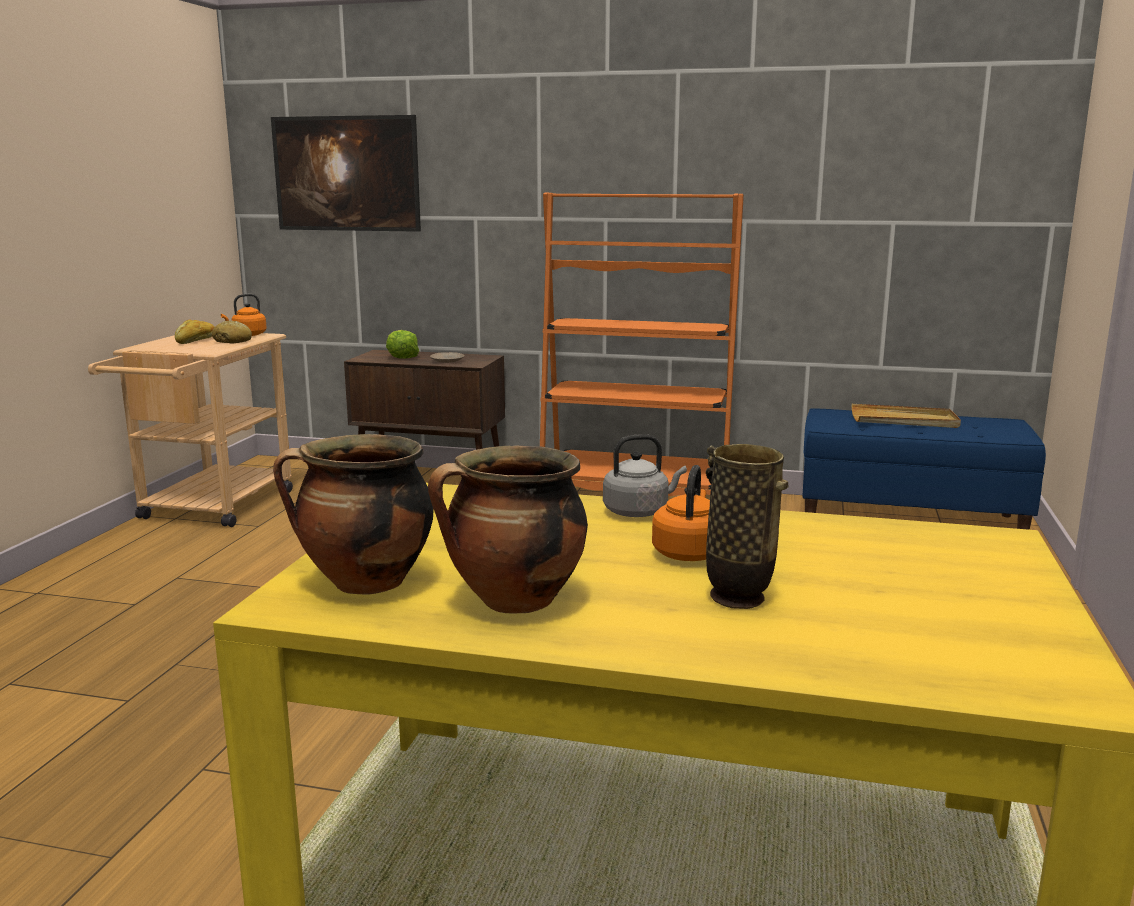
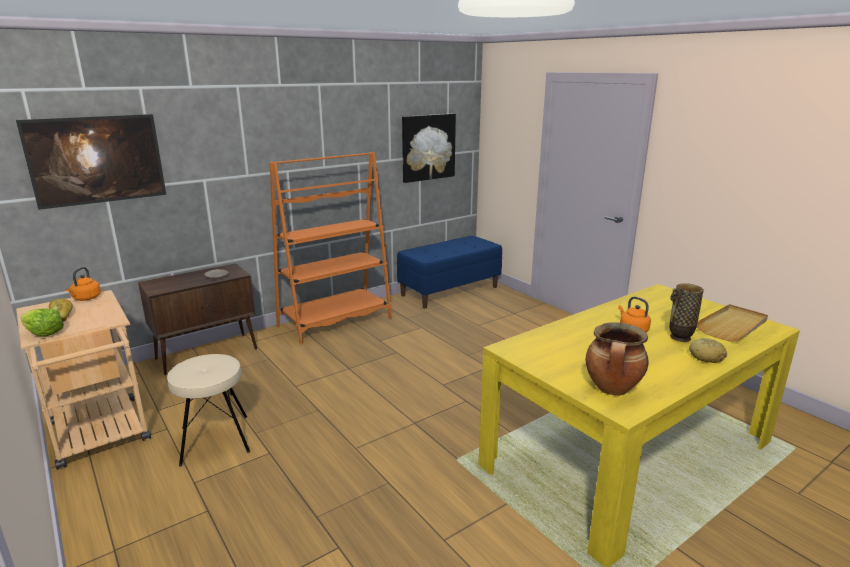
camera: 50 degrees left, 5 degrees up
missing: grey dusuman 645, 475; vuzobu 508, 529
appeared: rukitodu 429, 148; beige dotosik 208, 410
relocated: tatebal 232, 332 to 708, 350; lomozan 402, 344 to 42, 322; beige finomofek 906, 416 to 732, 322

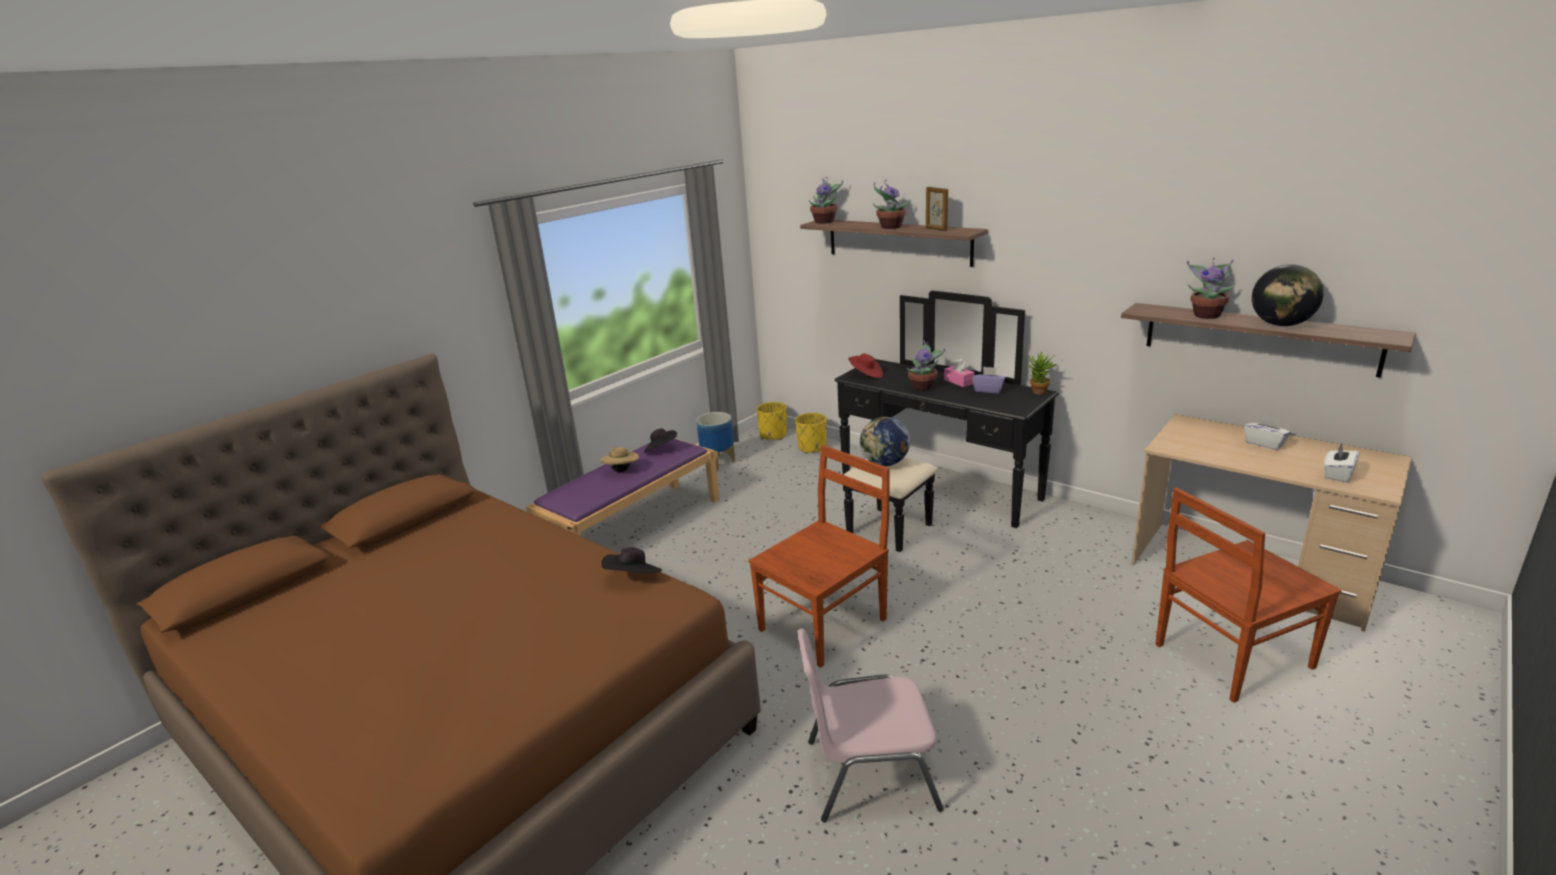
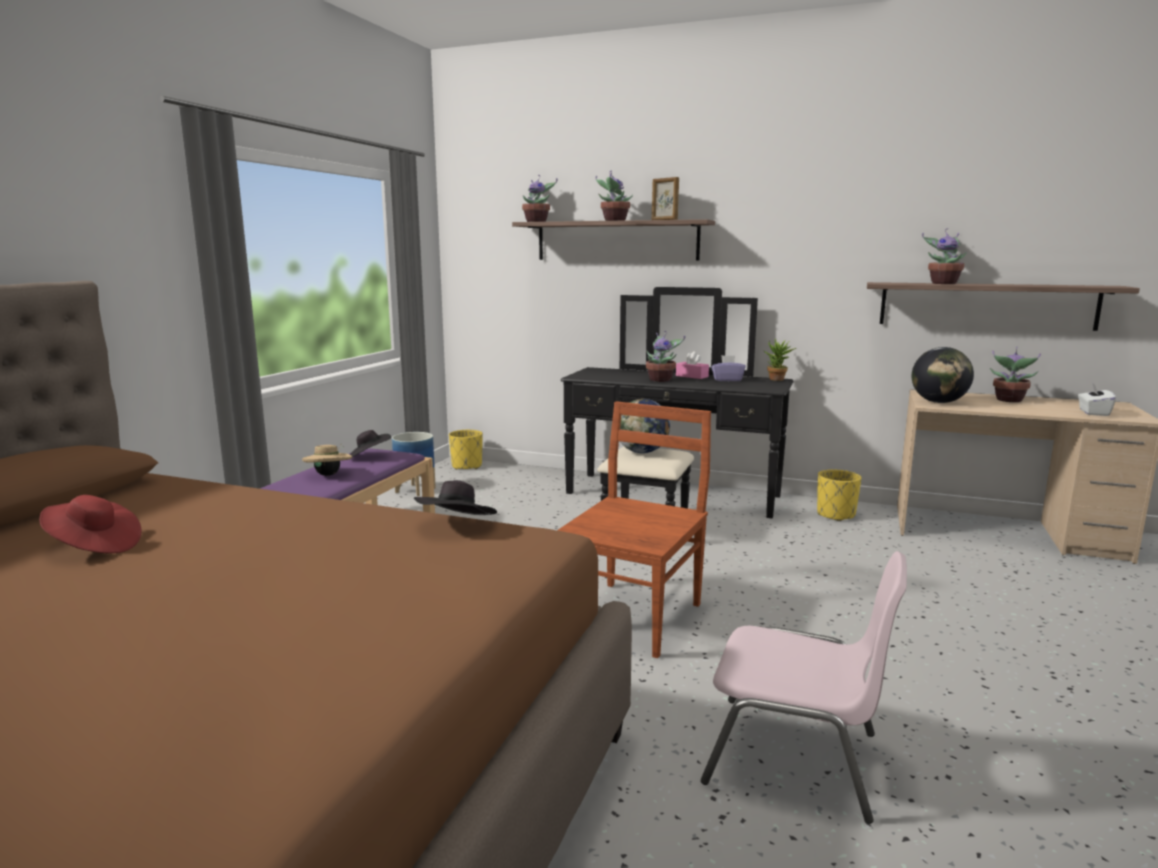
camera: 20 degrees left, 10 degrees down
missing: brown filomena 1248, 595
relocated: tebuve 1288, 295 to 943, 375; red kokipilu 865, 365 to 91, 524; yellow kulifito 811, 433 to 839, 495
exchanged: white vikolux 1267, 432 to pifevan 1015, 374
spun: pink filomena 870, 725 = 804, 687 135 degrees counterclockwise

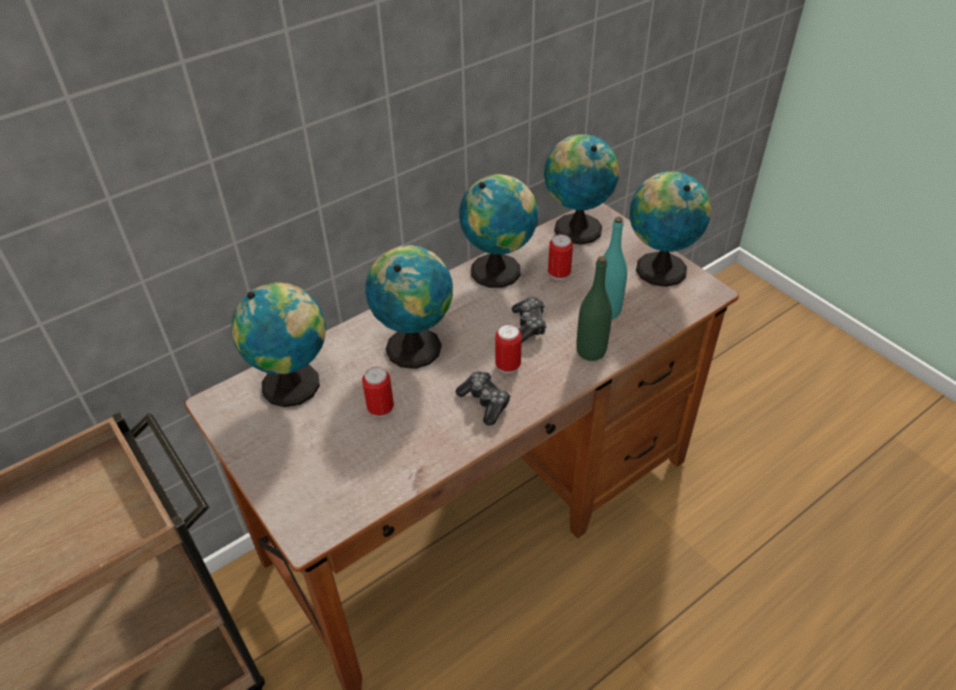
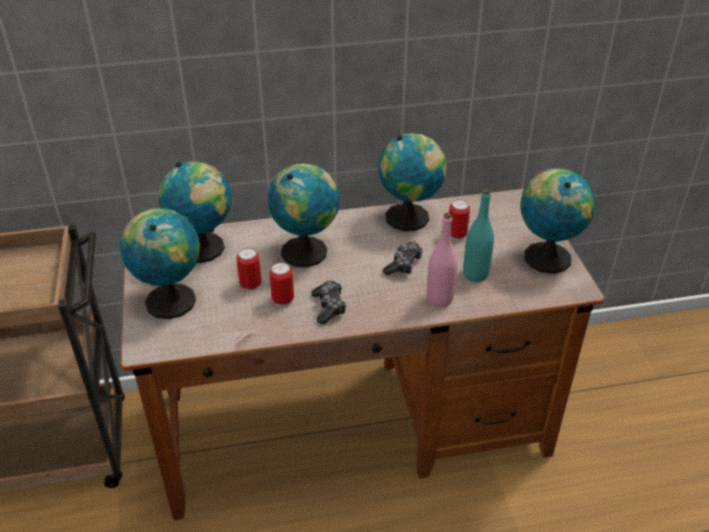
camera: 25 degrees right, 5 degrees down
relocated: tebuve 581, 189 to 160, 263; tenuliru 508, 348 to 281, 284
colour: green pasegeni 594, 308 to pink pasegeni 442, 260

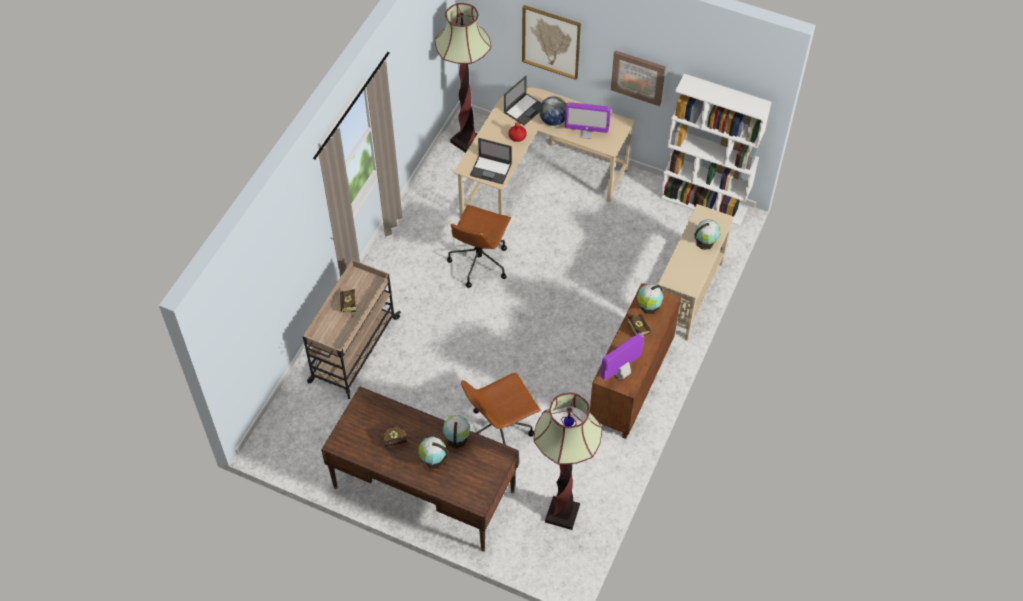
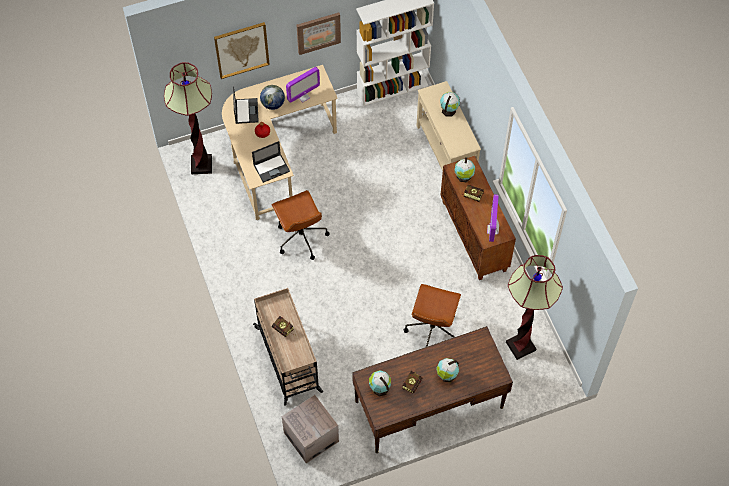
camera: 45 degrees left, 5 degrees up
appeared: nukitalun 310, 429
relocated: tebuve 456, 431 to 380, 383

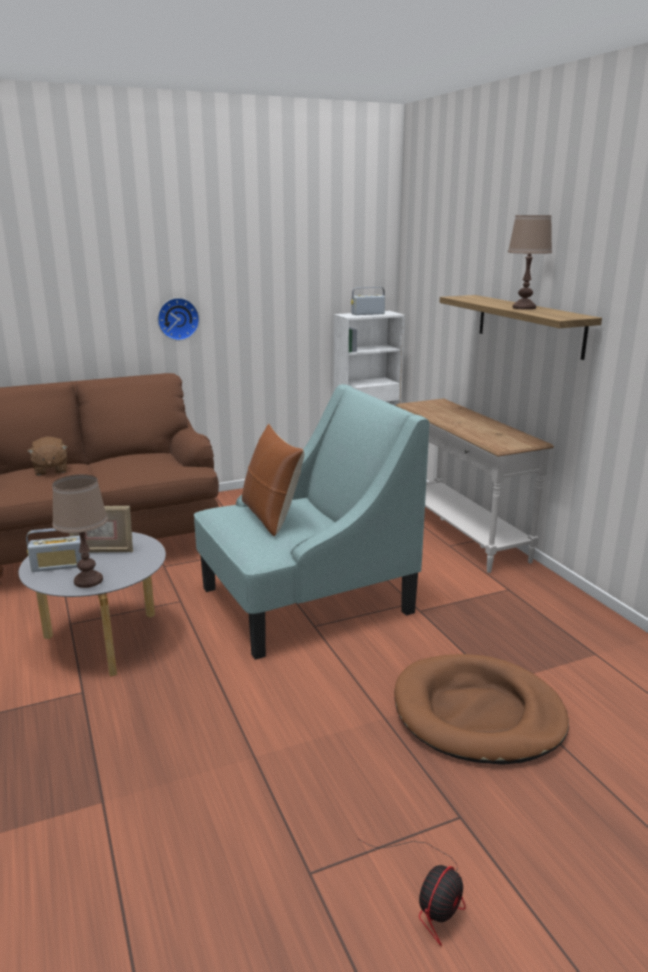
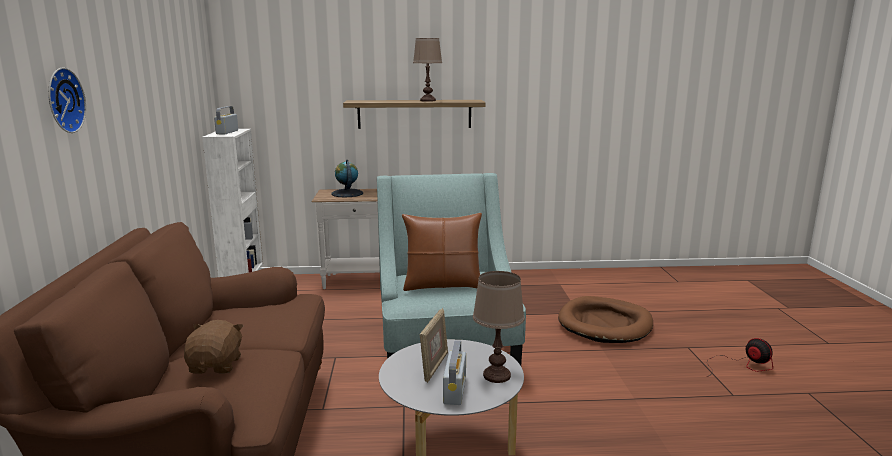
camera: 70 degrees left, 5 degrees down
appeared: tebuve 347, 178
relocated: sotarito 178, 319 to 67, 100
spun: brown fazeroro 47, 456 = 213, 347 90 degrees counterclockwise

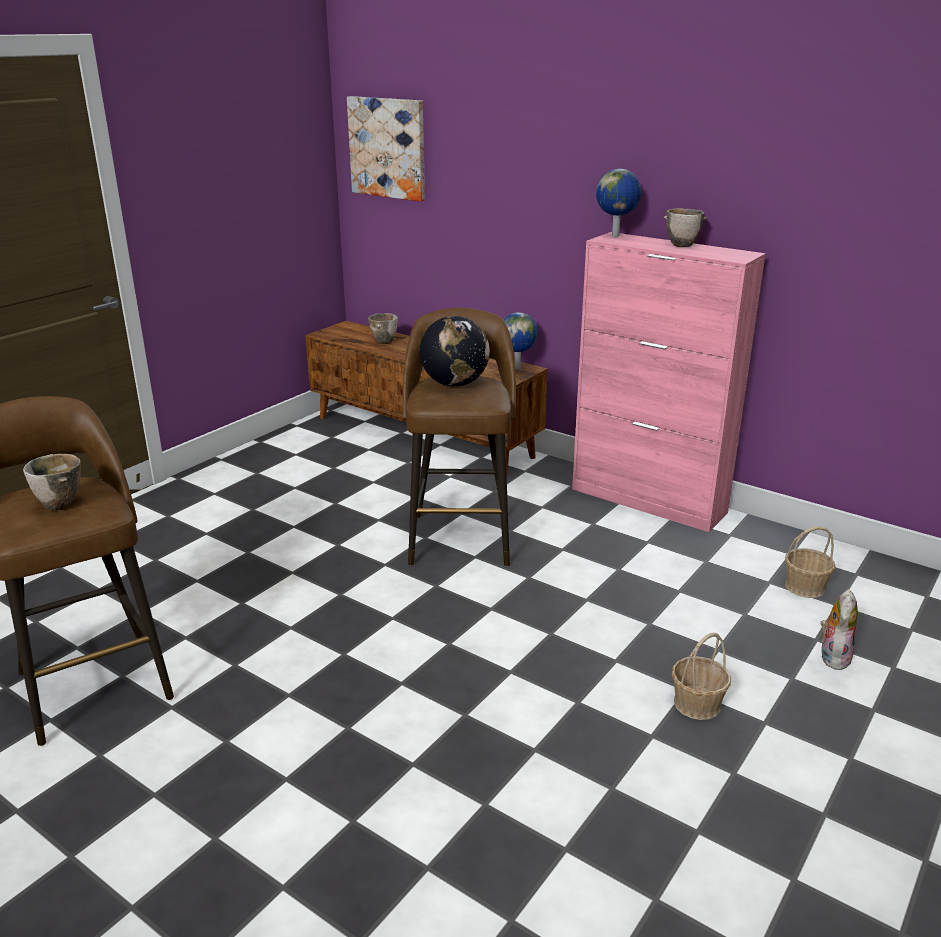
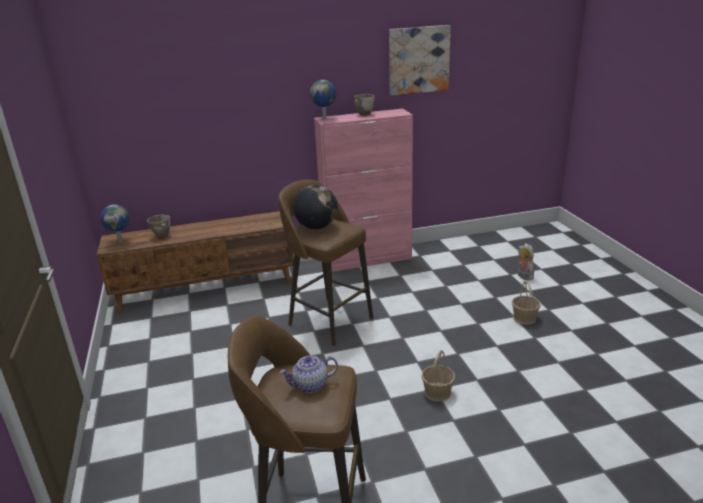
camera: 50 degrees left, 0 degrees up
relocated: rukitodu 386, 149 to 420, 60; tebuve 521, 340 to 115, 224; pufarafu 810, 562 to 438, 376
exchanged: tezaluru 52, 482 to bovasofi 309, 374

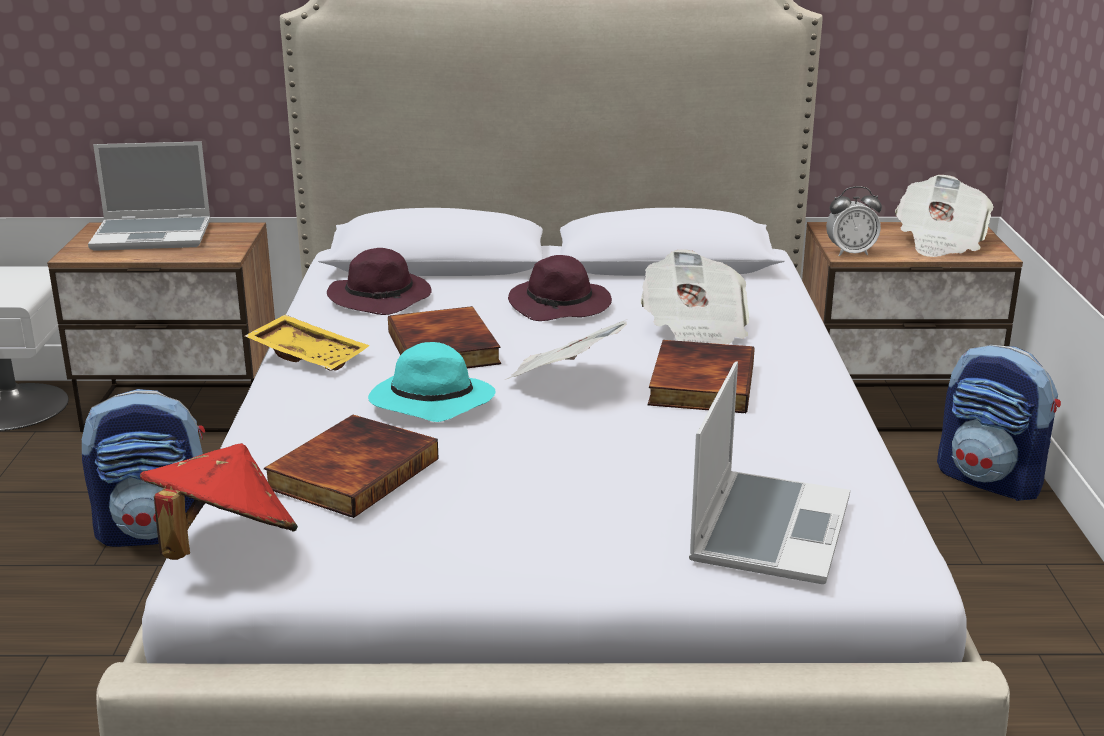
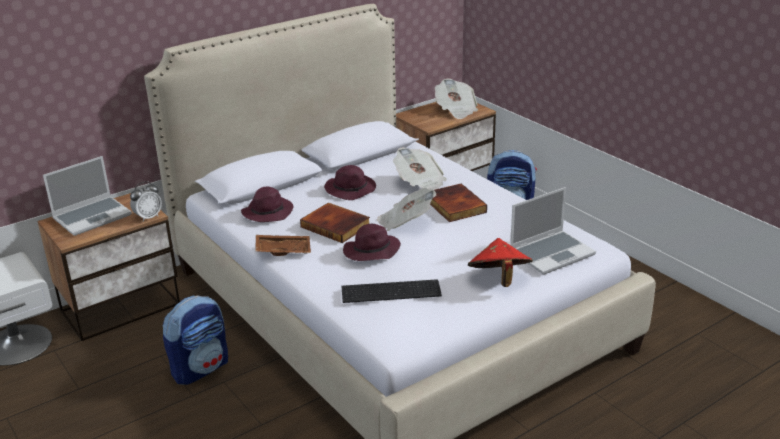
camera: 35 degrees left, 5 degrees up
relocated: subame 854, 221 to 146, 201; red kokipilu 219, 501 to 500, 262
exchanged: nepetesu 351, 466 to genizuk 392, 291
colour: yellow finomofek 307, 343 to brown finomofek 283, 245; turquoise kokipilu 431, 382 to purple kokipilu 372, 242
spun: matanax 769, 472 = 553, 231 75 degrees clockwise

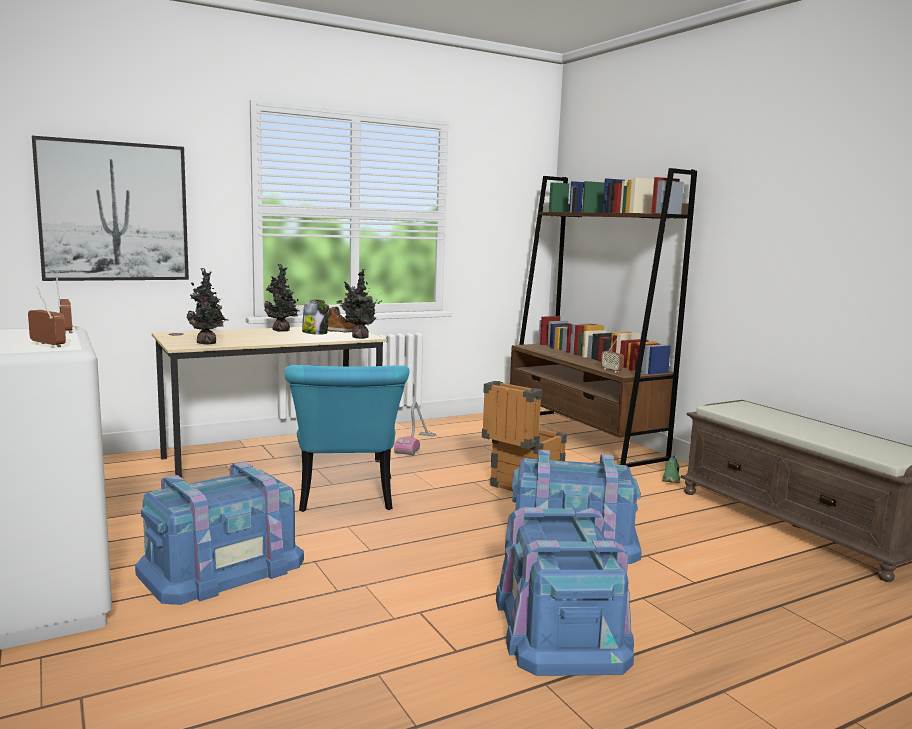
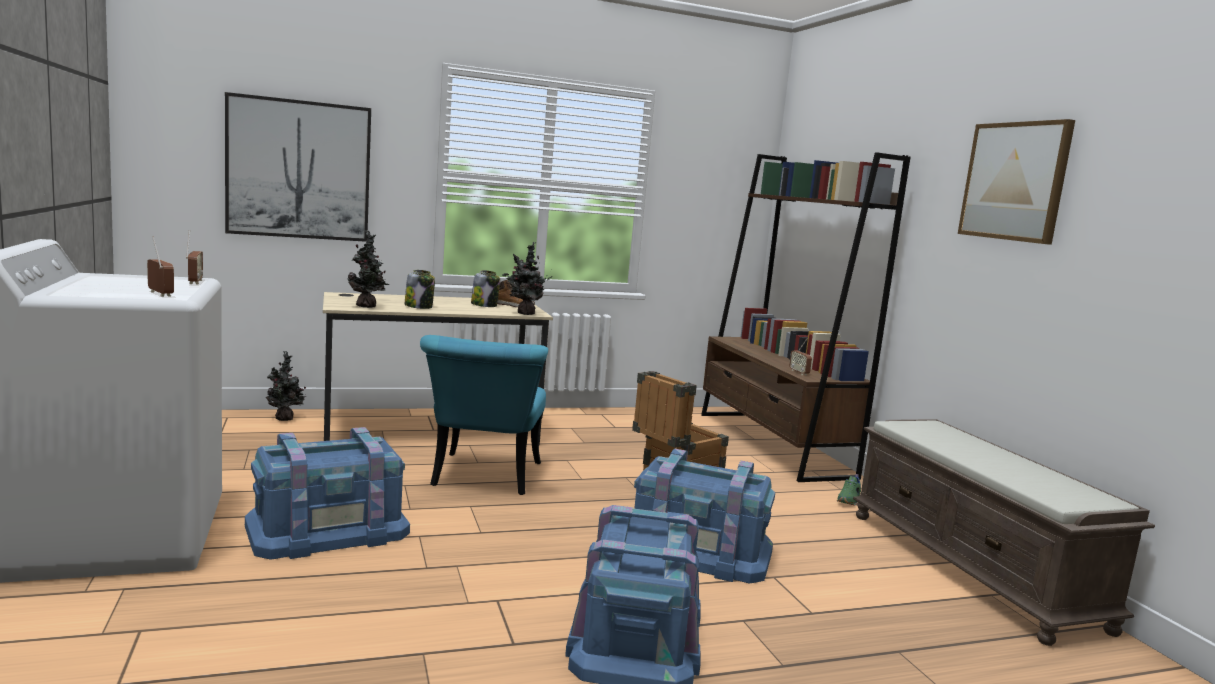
camera: 10 degrees right, 0 degrees up
missing: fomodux 415, 428
appeared: rukitodu 1016, 182; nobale 420, 289
relocated: pifevan 281, 298 to 286, 386

